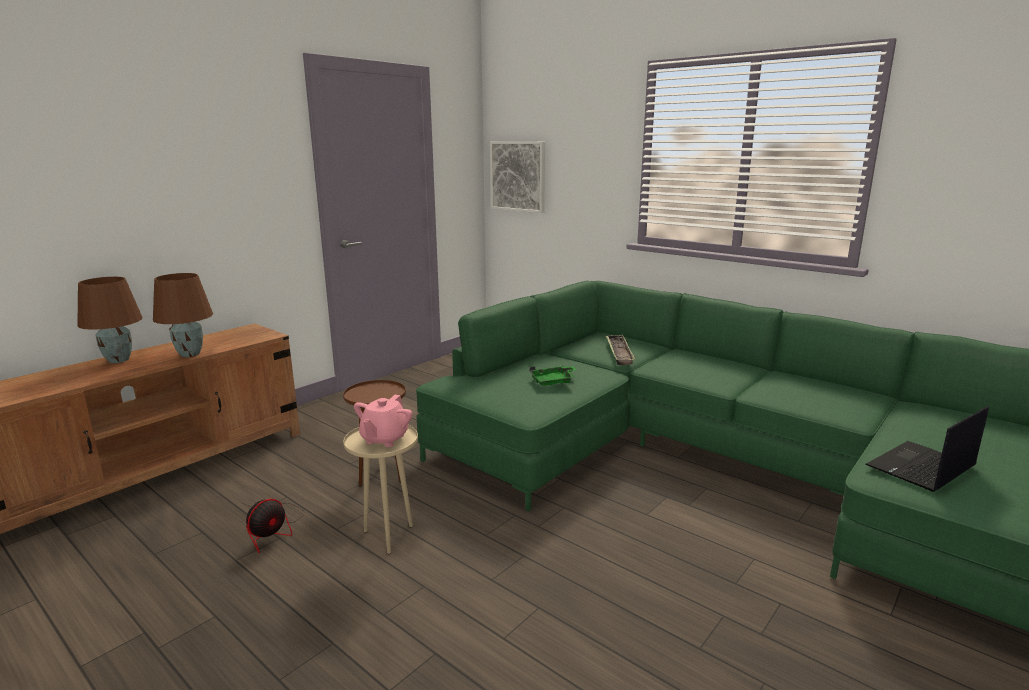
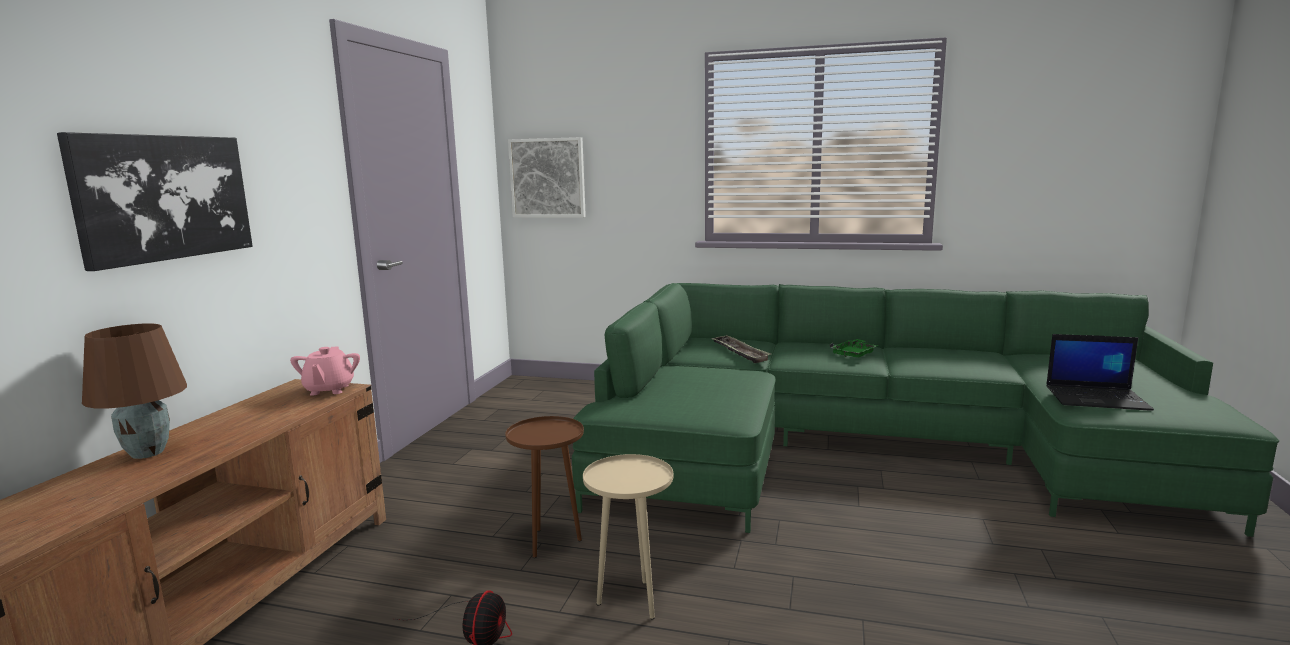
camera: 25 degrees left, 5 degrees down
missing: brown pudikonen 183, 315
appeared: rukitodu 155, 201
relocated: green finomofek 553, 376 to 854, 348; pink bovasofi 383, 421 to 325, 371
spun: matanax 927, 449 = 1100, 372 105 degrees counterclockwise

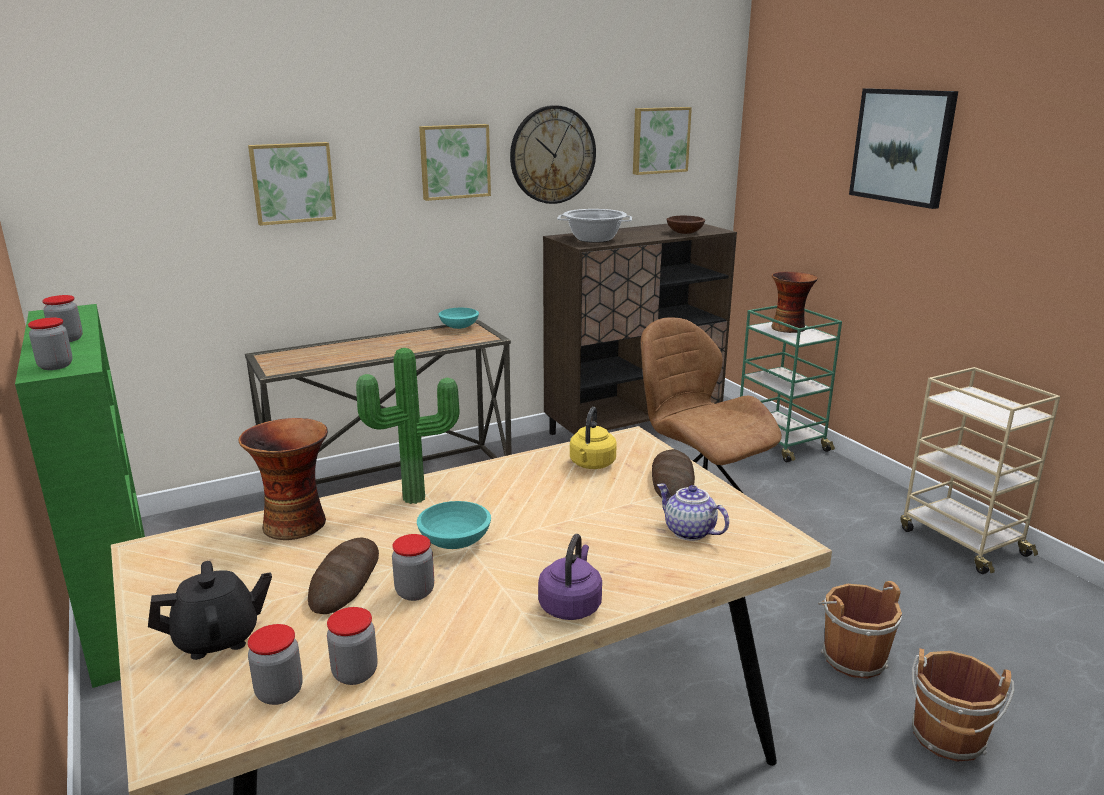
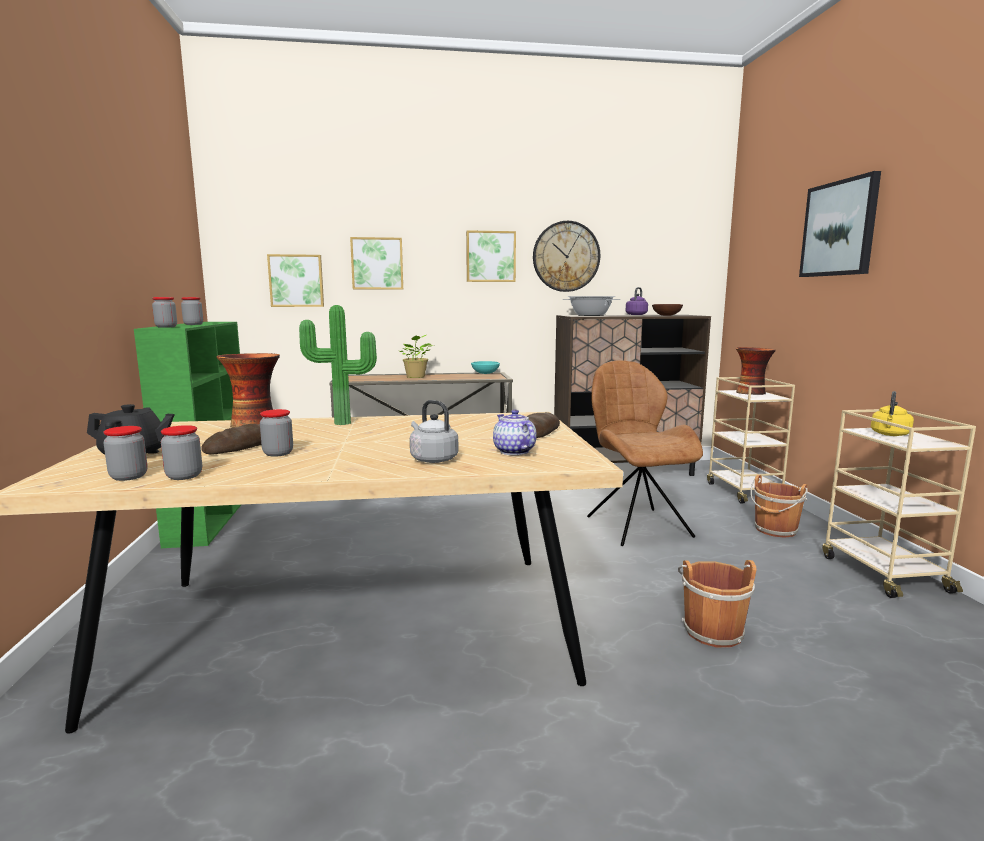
camera: 20 degrees right, 10 degrees down
missing: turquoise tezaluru 454, 525
appeared: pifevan 416, 356; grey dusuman 434, 431
relocated: rukitodu 662, 141 to 295, 280; yellow dusuman 593, 438 to 892, 413; purple dusuman 570, 577 to 637, 301; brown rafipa 963, 705 to 779, 506
colour: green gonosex 791, 384 to beige gonosex 751, 440

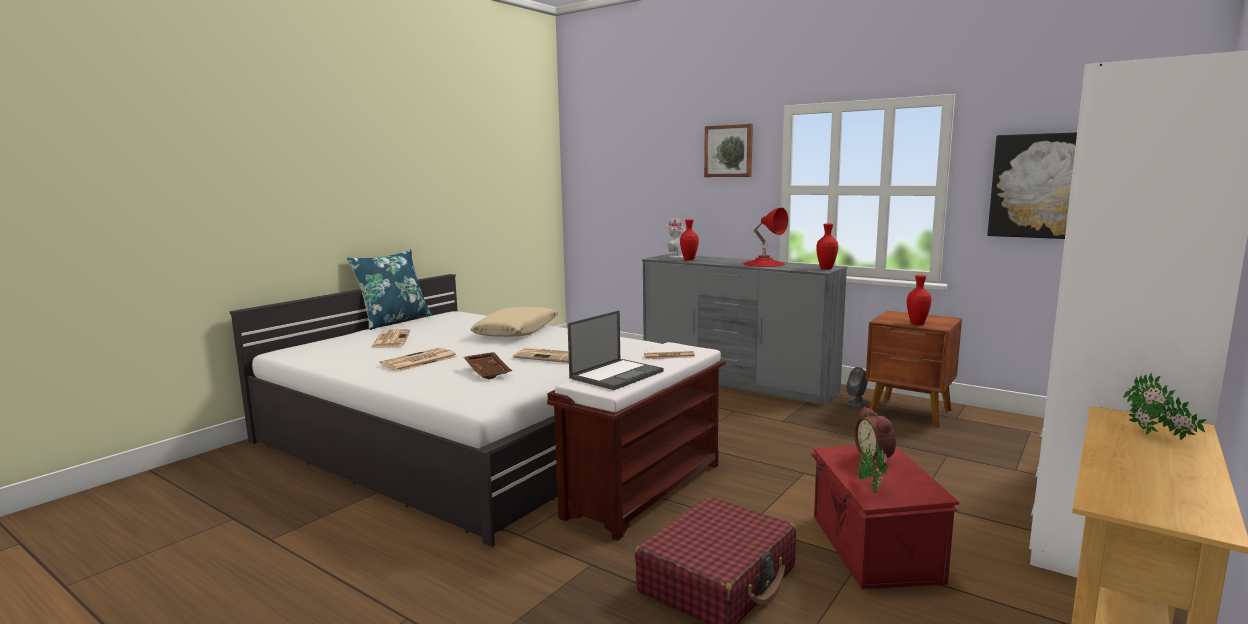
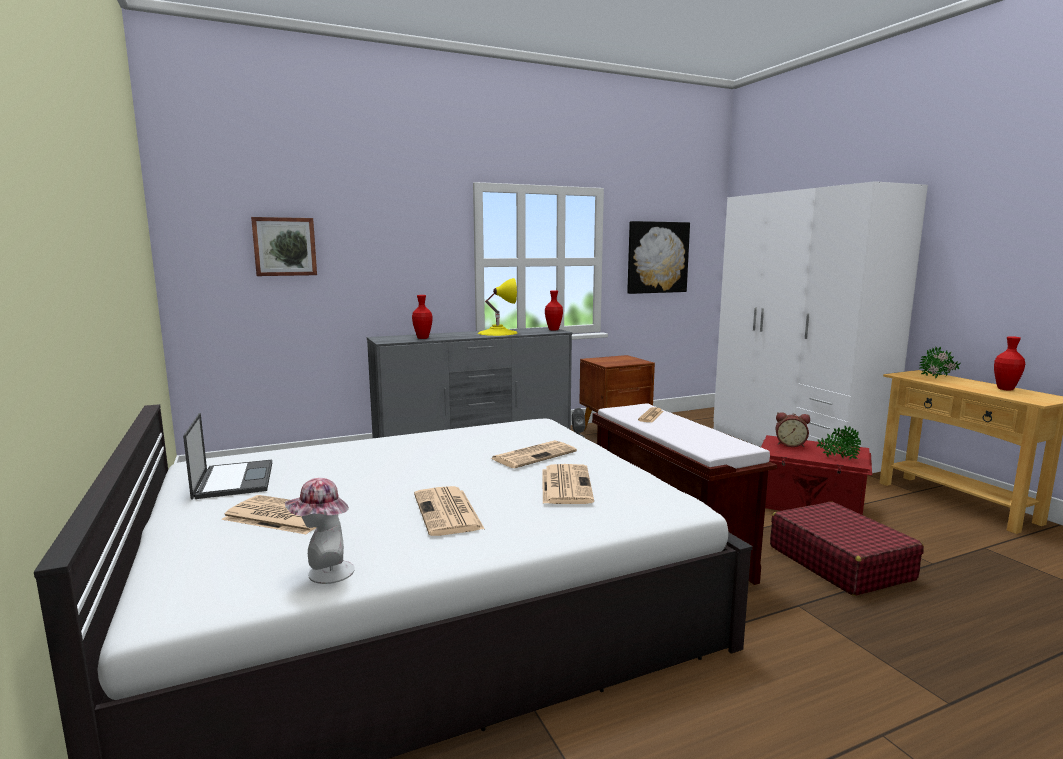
camera: 60 degrees left, 0 degrees up
missing: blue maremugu 389, 290; beige maremugu 514, 322
relocated: rukitodu 728, 150 to 284, 246; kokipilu 674, 238 to 320, 531; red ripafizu 919, 300 to 1009, 363; matanax 615, 350 to 227, 456
exchanged: brown finomofek 488, 365 to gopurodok 568, 484
colour: red pudikonen 765, 237 to yellow pudikonen 497, 307

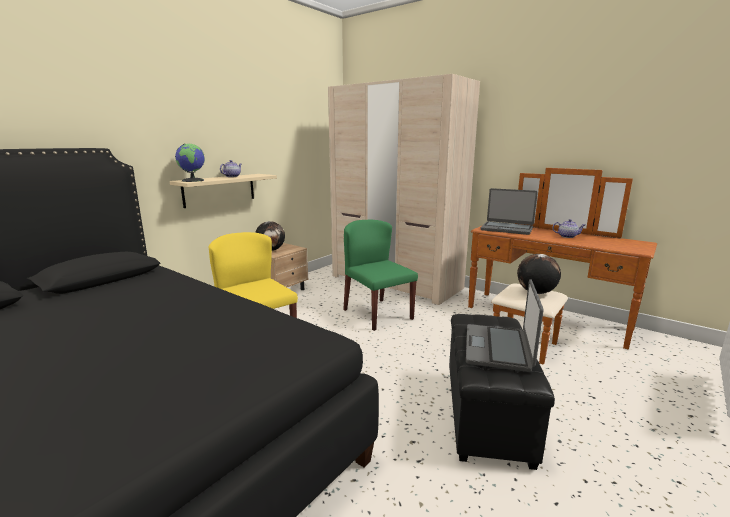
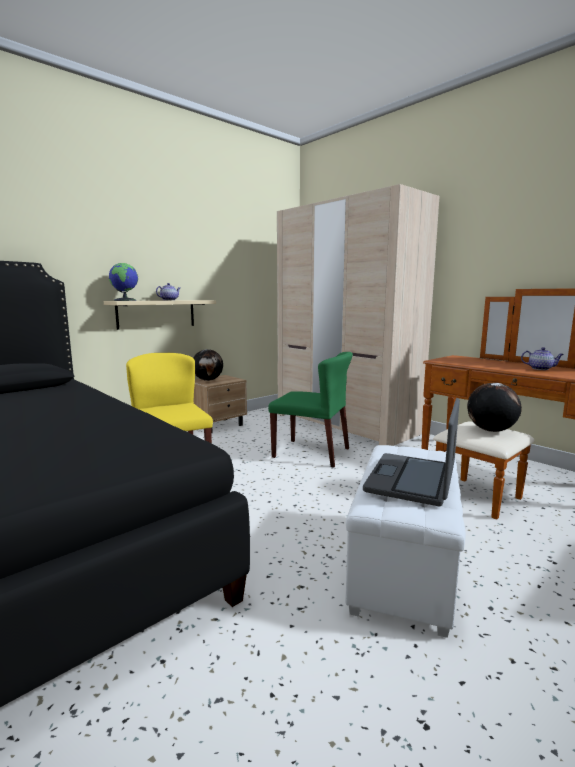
camera: 10 degrees right, 5 degrees down
missing: matanax 509, 211
colour: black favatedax 502, 392 to white favatedax 405, 541
spun: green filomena 380, 275 = 310, 410 135 degrees clockwise

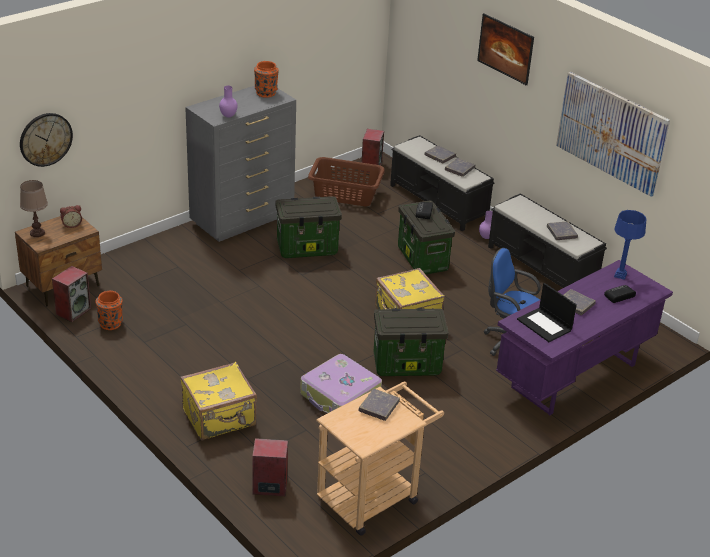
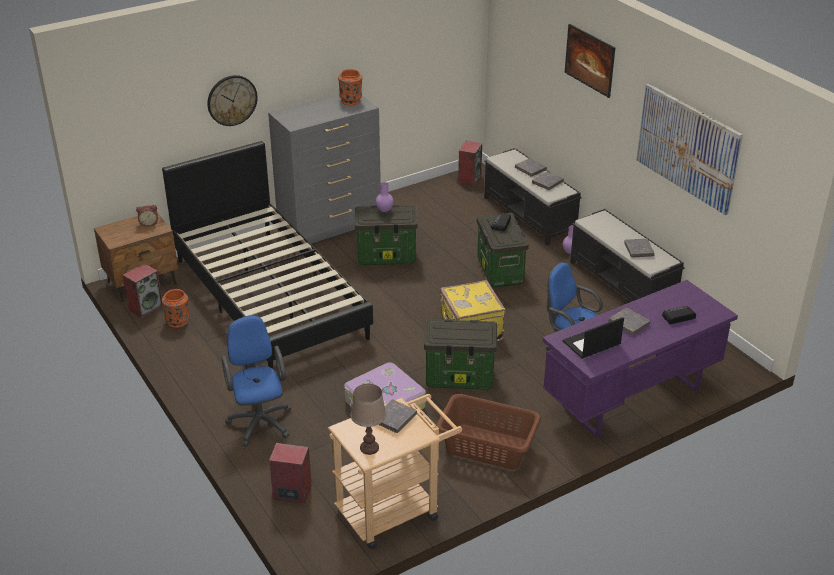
camera: 10 degrees right, 0 degrees up
missing: blue pudikonen 630, 245
appeared: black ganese 267, 255
relocated: purple ripafizu 228, 102 to 384, 197; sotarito 46, 140 to 232, 100; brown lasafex 346, 181 to 488, 432; brown pudikonen 34, 208 to 368, 419
exchanged: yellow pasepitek 218, 401 to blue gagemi 256, 380
spun: matanax 547, 312 = 593, 338 90 degrees clockwise

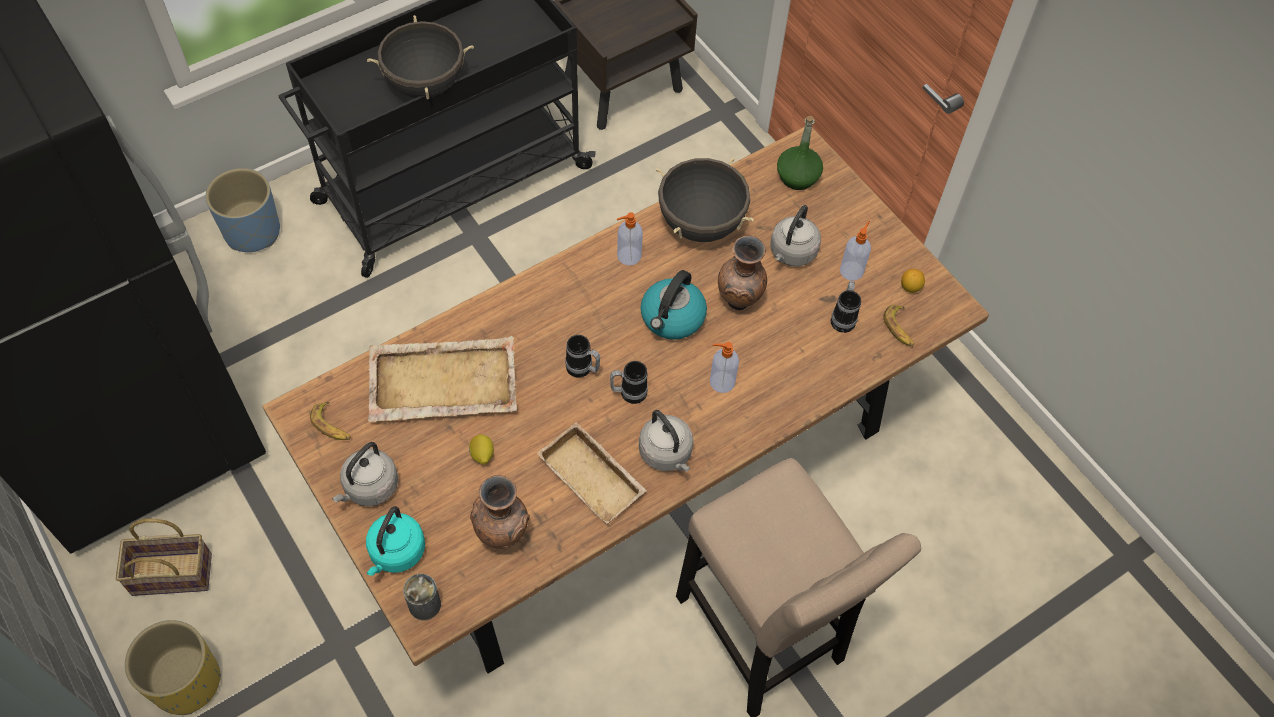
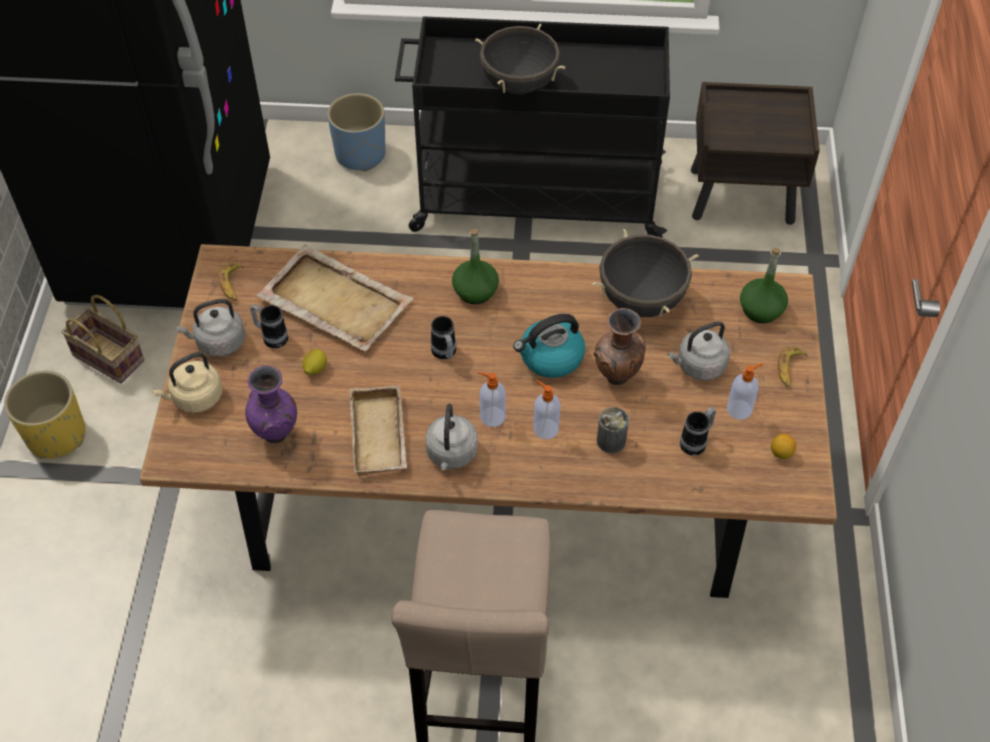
camera: 40 degrees right, 5 degrees down
appeared: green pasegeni 475, 266
relocated: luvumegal 630, 238 to 492, 399; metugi 899, 326 to 792, 366; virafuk 629, 382 to 269, 326; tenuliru 422, 597 to 613, 430
colour: brown ripafizu 500, 512 to purple ripafizu 271, 404; turquoise dusuman 395, 541 to beige dusuman 187, 382

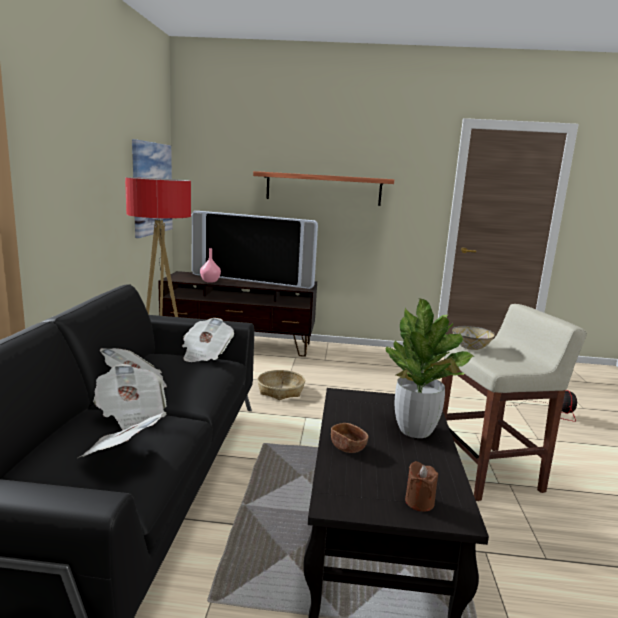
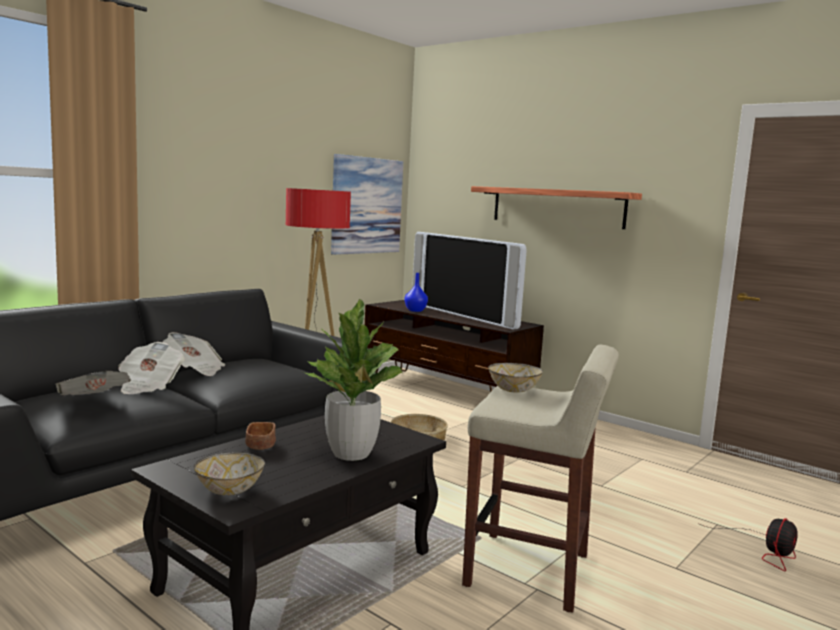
camera: 35 degrees right, 5 degrees down
missing: gopurodok 208, 340
exchanged: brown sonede 421, 486 to tezaluru 229, 473
colour: pink ripafizu 210, 265 to blue ripafizu 416, 292

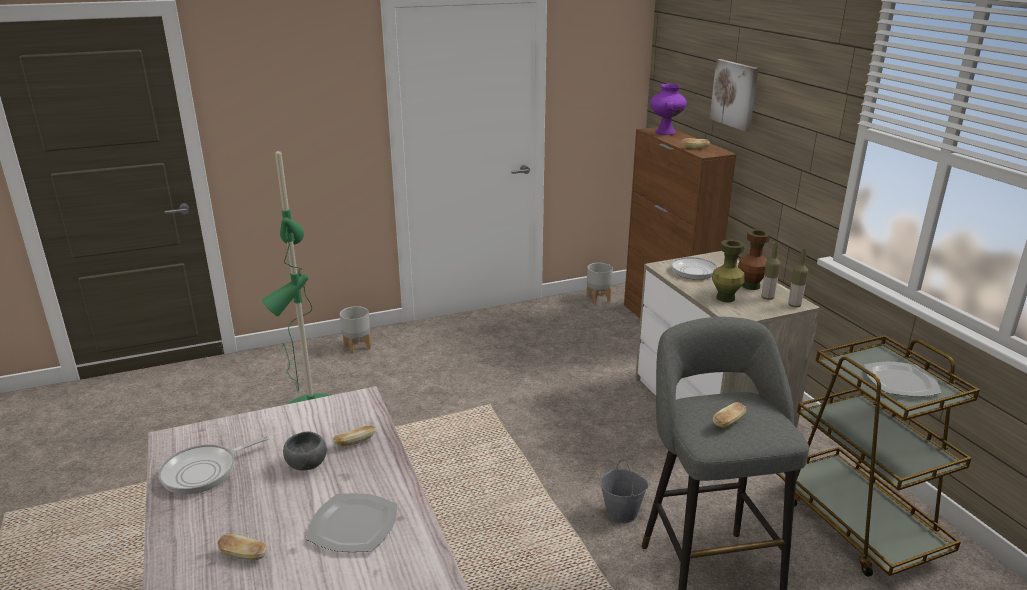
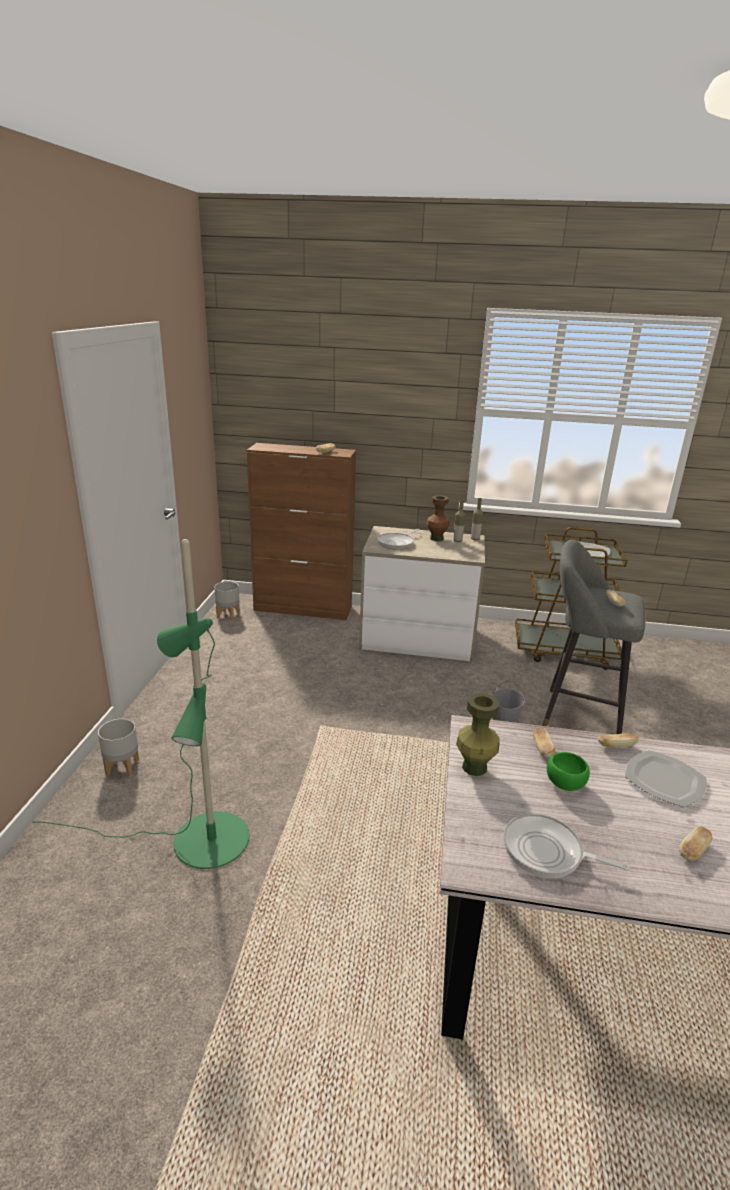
camera: 60 degrees left, 0 degrees up
missing: rukitodu 734, 95; purple ripafizu 668, 109
appeared: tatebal 618, 740
relocated: green ripafizu 728, 270 to 478, 734
colour: grey tezaluru 305, 451 to green tezaluru 568, 771
spun: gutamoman 213, 465 = 566, 845 120 degrees clockwise

